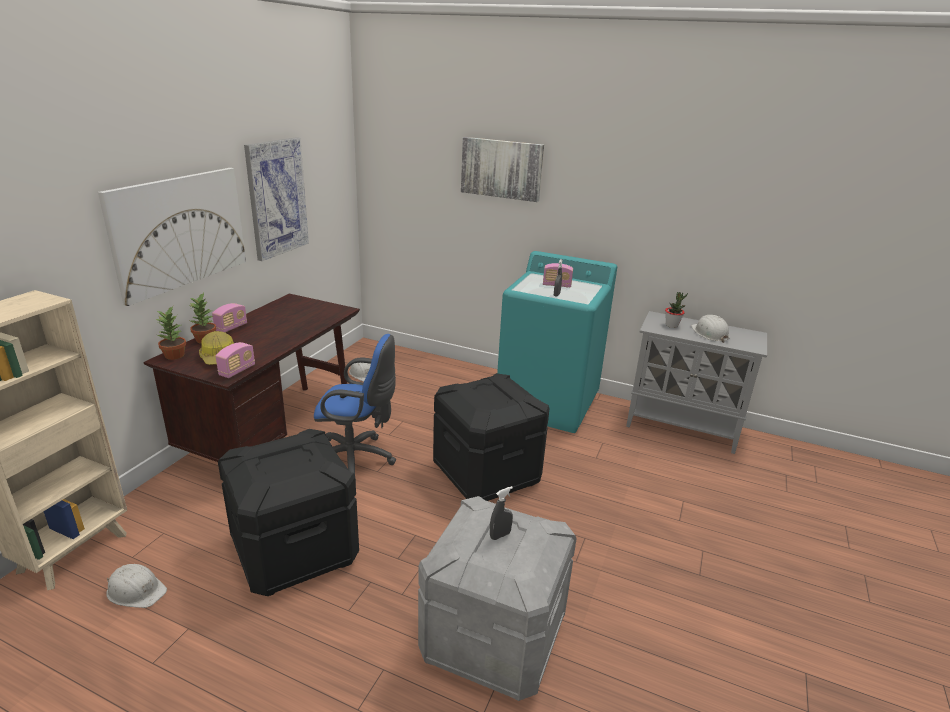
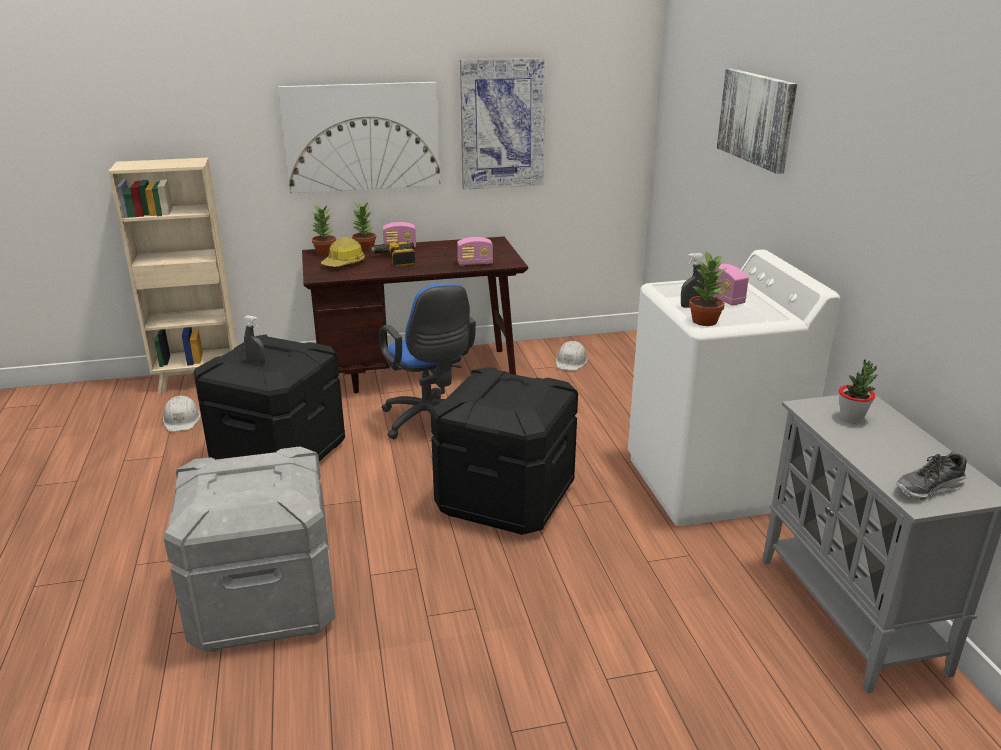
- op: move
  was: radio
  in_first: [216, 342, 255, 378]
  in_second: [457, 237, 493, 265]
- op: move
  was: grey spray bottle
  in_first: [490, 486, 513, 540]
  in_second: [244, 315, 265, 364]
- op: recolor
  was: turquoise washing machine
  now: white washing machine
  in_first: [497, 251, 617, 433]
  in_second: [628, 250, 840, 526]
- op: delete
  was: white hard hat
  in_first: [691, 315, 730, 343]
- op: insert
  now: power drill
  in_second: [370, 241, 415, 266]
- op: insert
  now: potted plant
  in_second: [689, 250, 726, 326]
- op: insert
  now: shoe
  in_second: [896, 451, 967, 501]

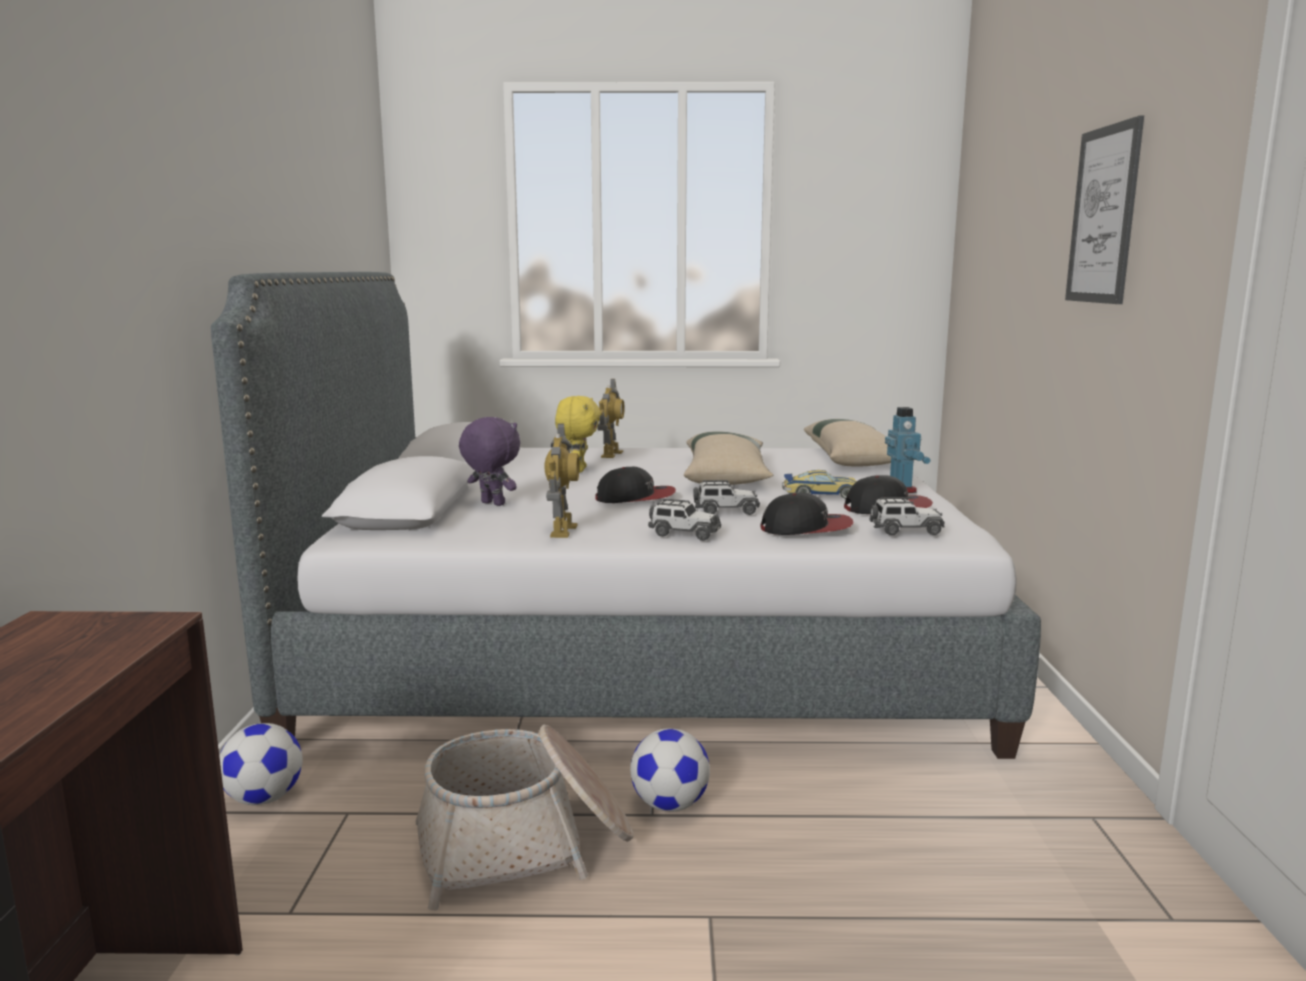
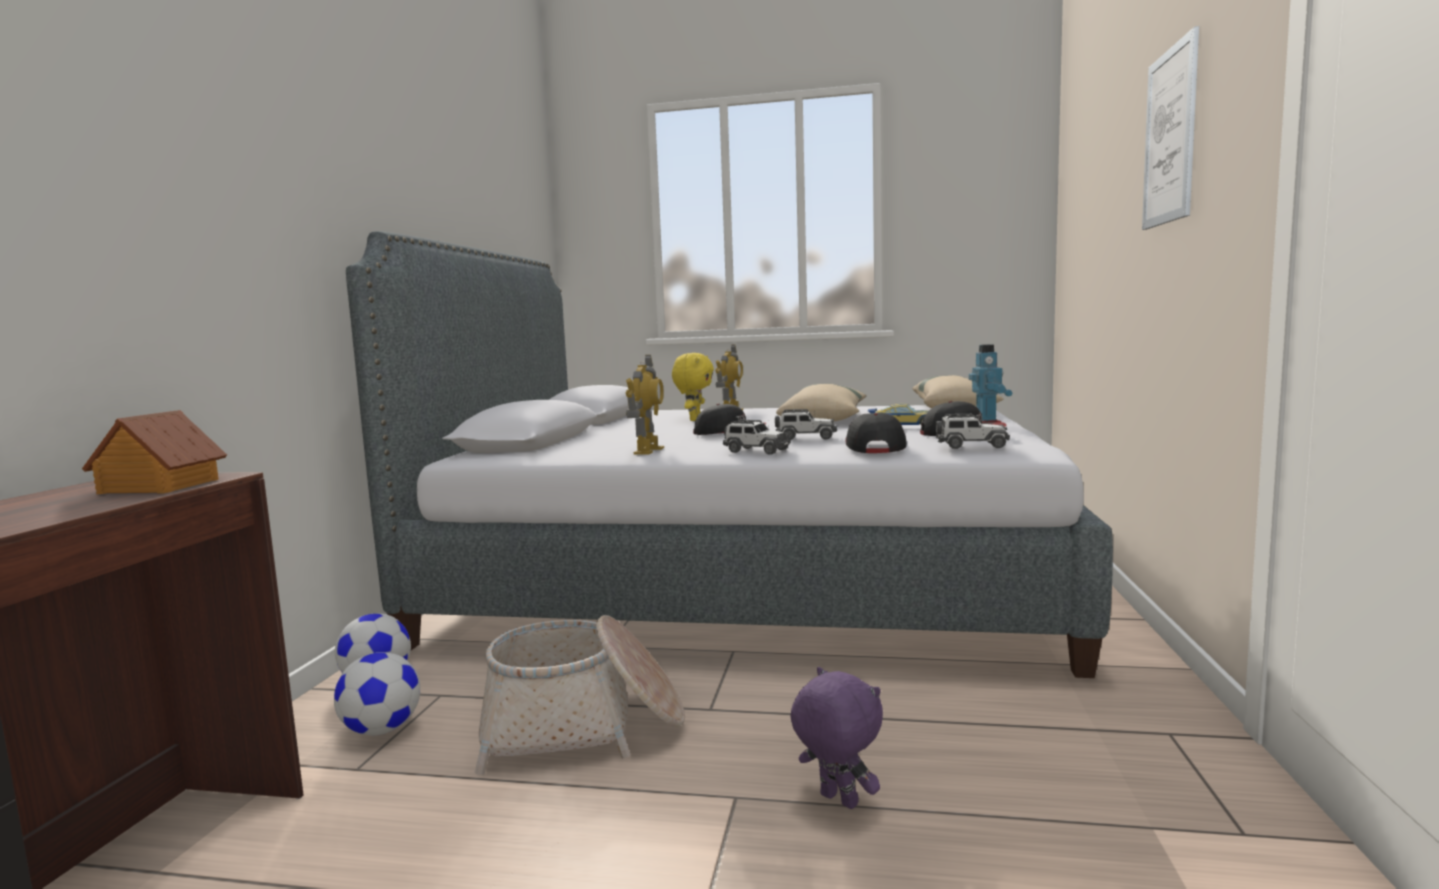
- op: move
  was: purple plush toy
  in_first: [459, 417, 520, 506]
  in_second: [791, 667, 883, 809]
- op: move
  was: football
  in_first: [630, 729, 710, 811]
  in_second: [334, 652, 420, 736]
- op: rotate
  was: cap
  in_first: [761, 493, 854, 535]
  in_second: [845, 413, 907, 453]
  clockwise: -90
- op: insert
  now: toy house
  in_second: [82, 410, 227, 494]

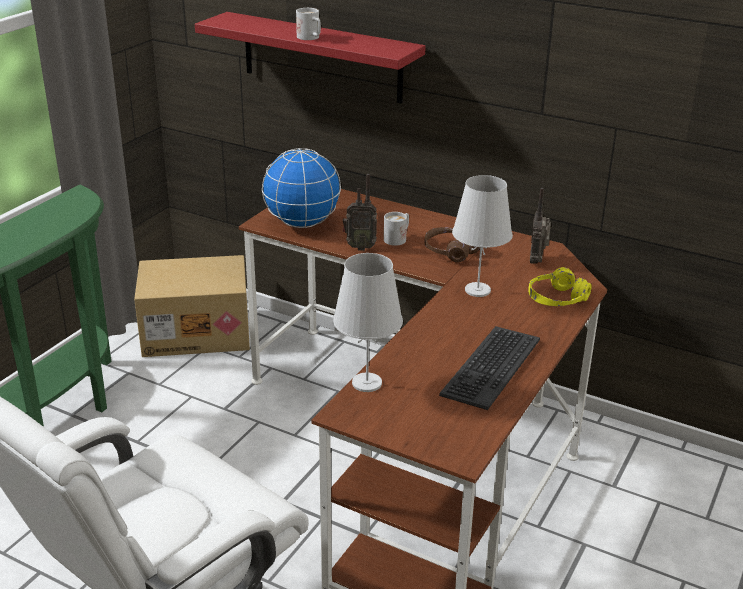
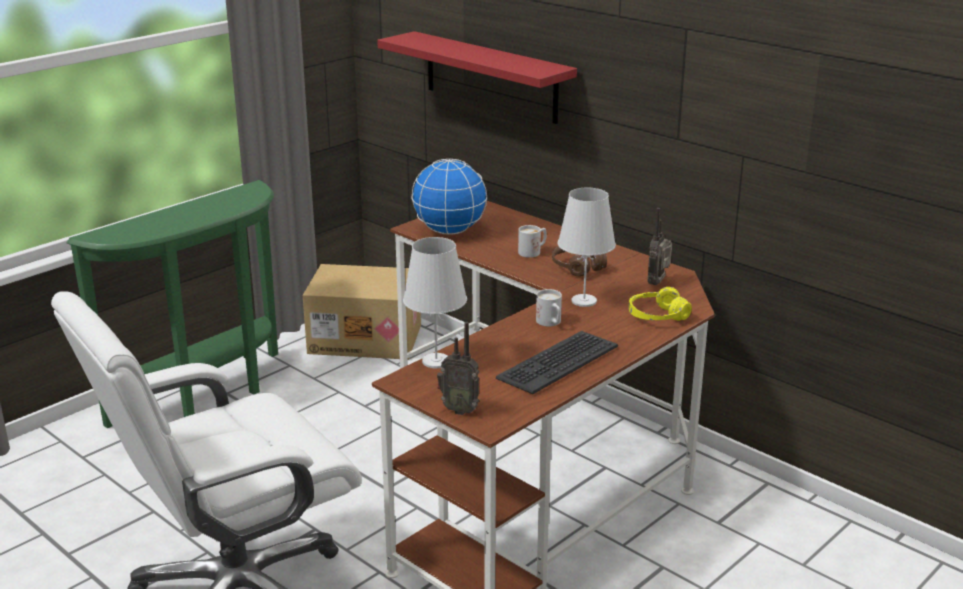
- op: move
  was: white mug
  in_first: [296, 8, 321, 40]
  in_second: [536, 289, 562, 326]
- op: move
  was: radio
  in_first: [343, 174, 377, 251]
  in_second: [437, 322, 479, 415]

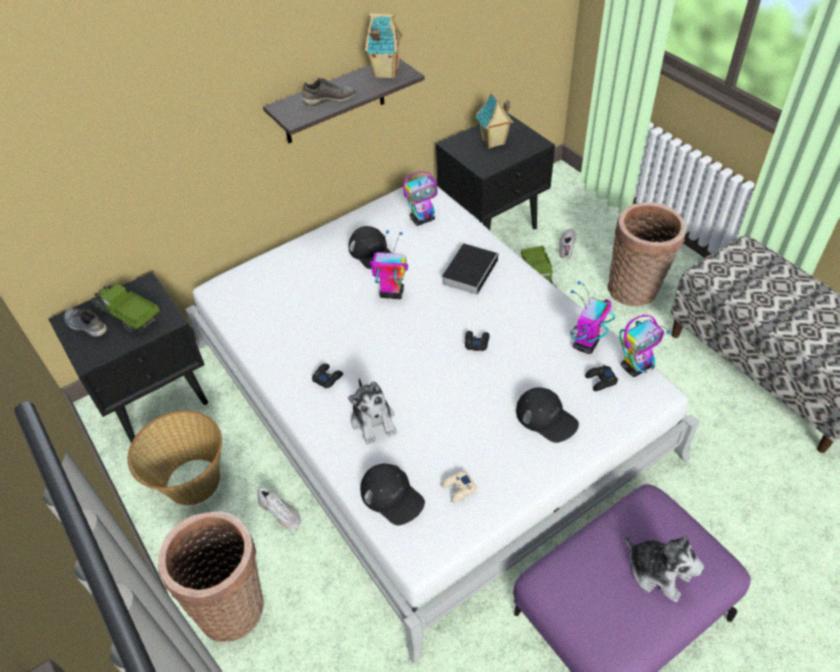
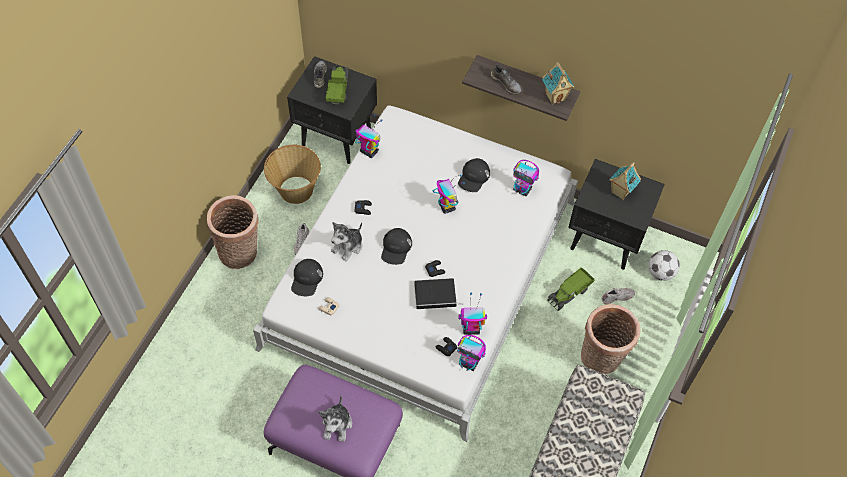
- op: move
  was: book
  in_first: [442, 244, 499, 295]
  in_second: [414, 278, 464, 309]
- op: move
  was: black cap
  in_first: [516, 388, 579, 443]
  in_second: [381, 228, 412, 265]
- op: insert
  now: toy robot
  in_second: [355, 115, 382, 158]
- op: insert
  now: football
  in_second: [648, 250, 680, 281]

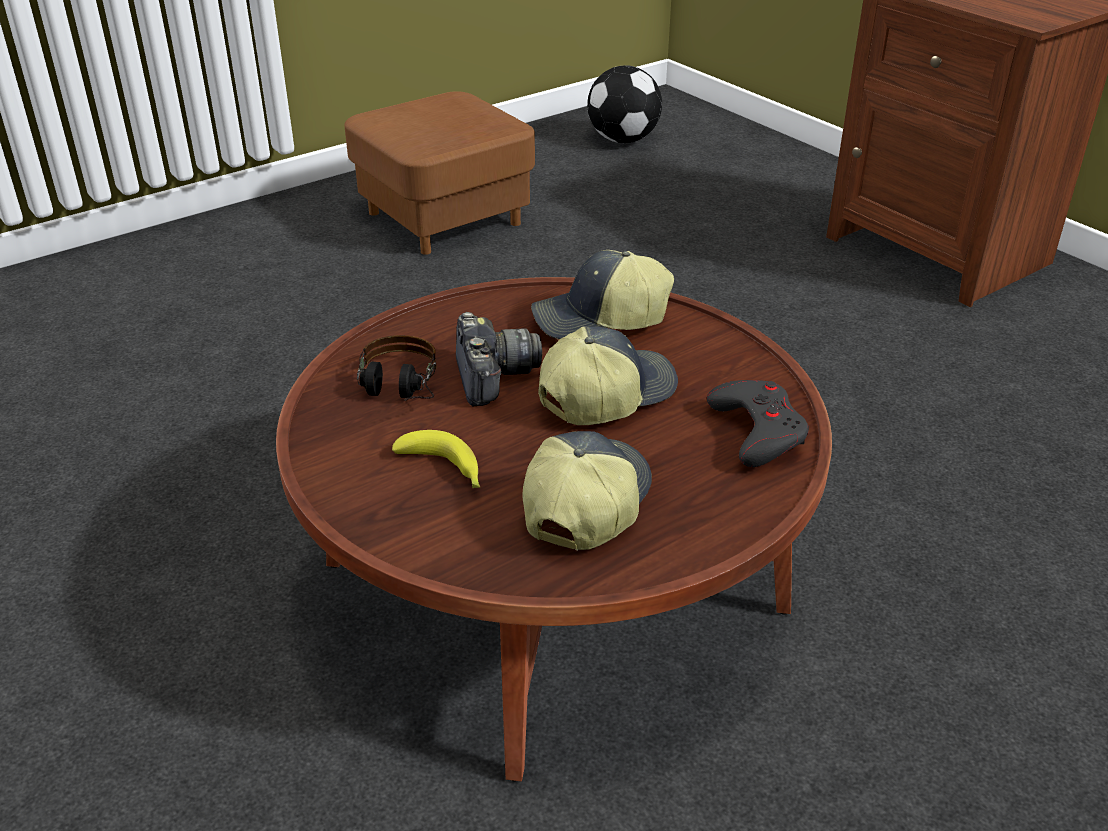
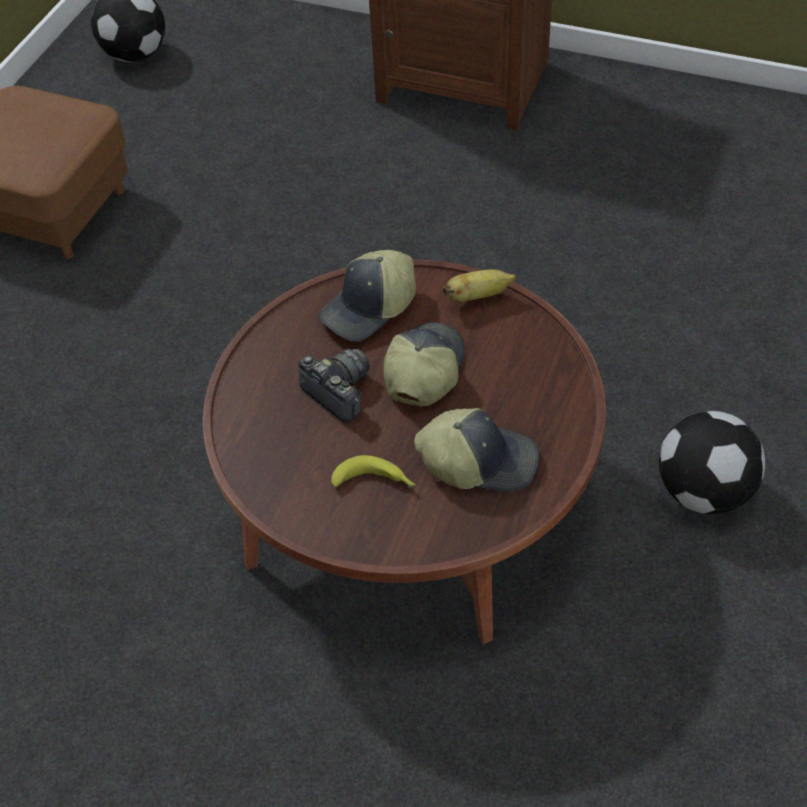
- op: delete
  was: headphones
  in_first: [357, 335, 437, 401]
- op: rotate
  was: cap
  in_first: [523, 431, 652, 551]
  in_second: [414, 408, 539, 491]
  clockwise: 105
- op: delete
  was: grey game controller
  in_first: [707, 380, 809, 467]
- op: insert
  now: banana
  in_second: [443, 269, 516, 302]
- op: insert
  now: football
  in_second: [659, 411, 765, 514]

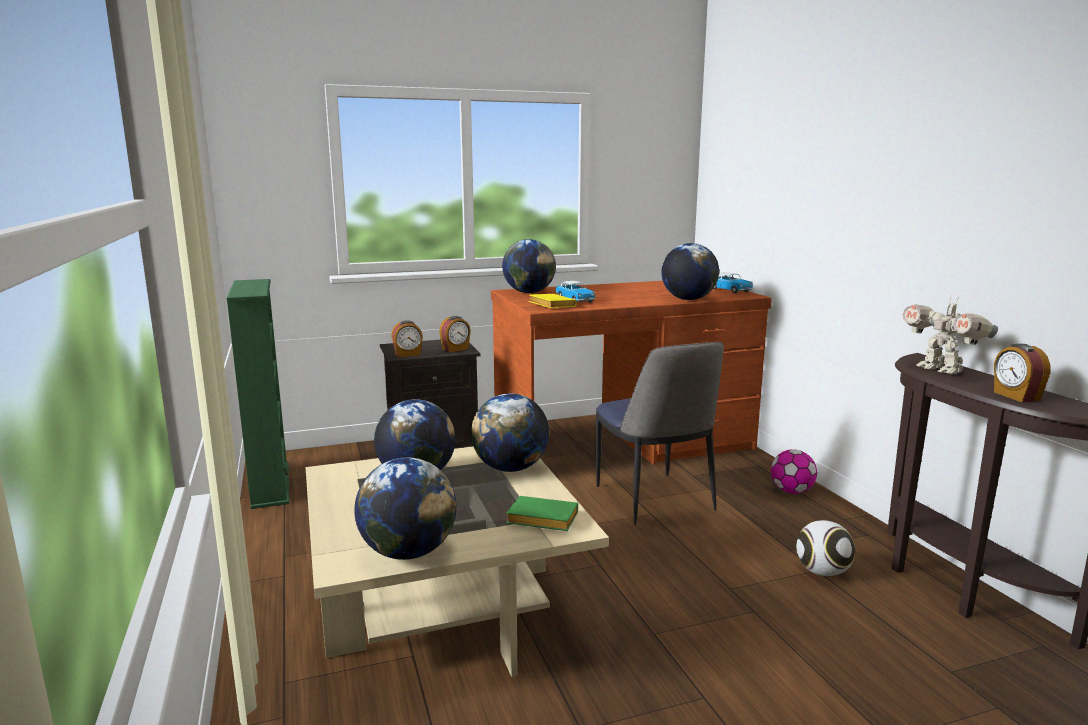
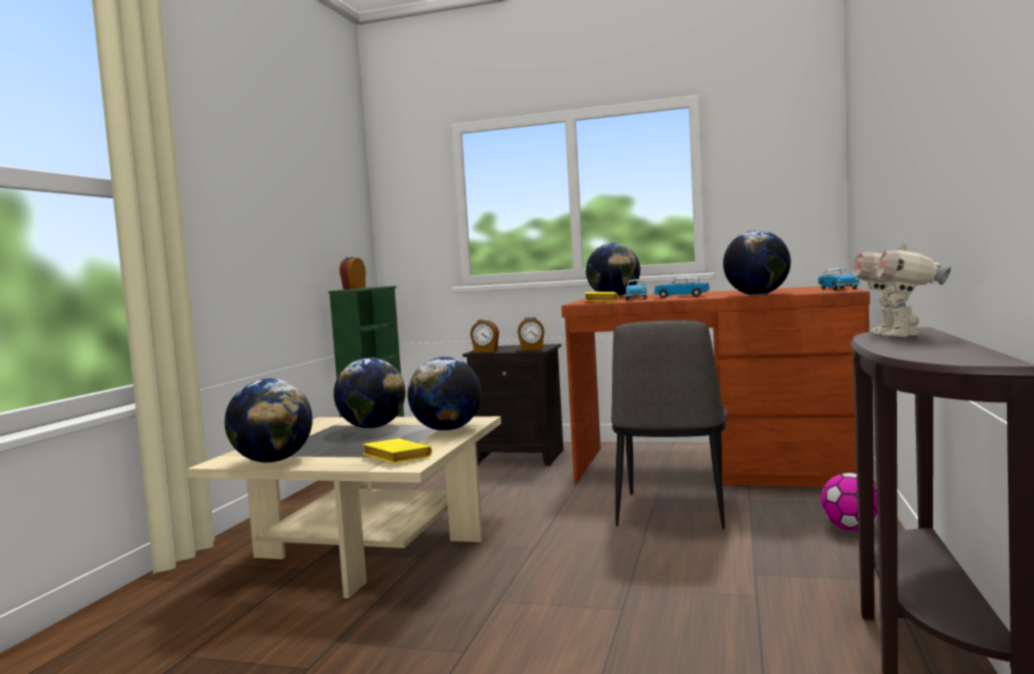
- op: recolor
  was: green book
  now: yellow book
  in_first: [506, 496, 578, 531]
  in_second: [363, 438, 432, 463]
- op: delete
  was: football
  in_first: [796, 520, 855, 577]
- op: move
  was: alarm clock
  in_first: [994, 344, 1050, 402]
  in_second: [339, 257, 366, 289]
- op: insert
  now: toy car
  in_second: [654, 277, 710, 298]

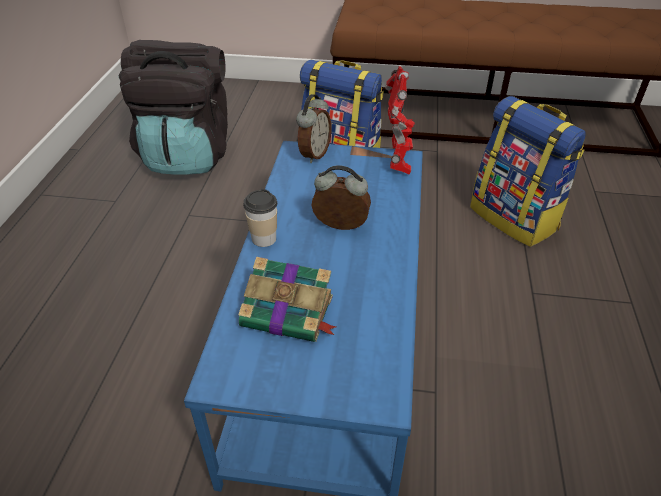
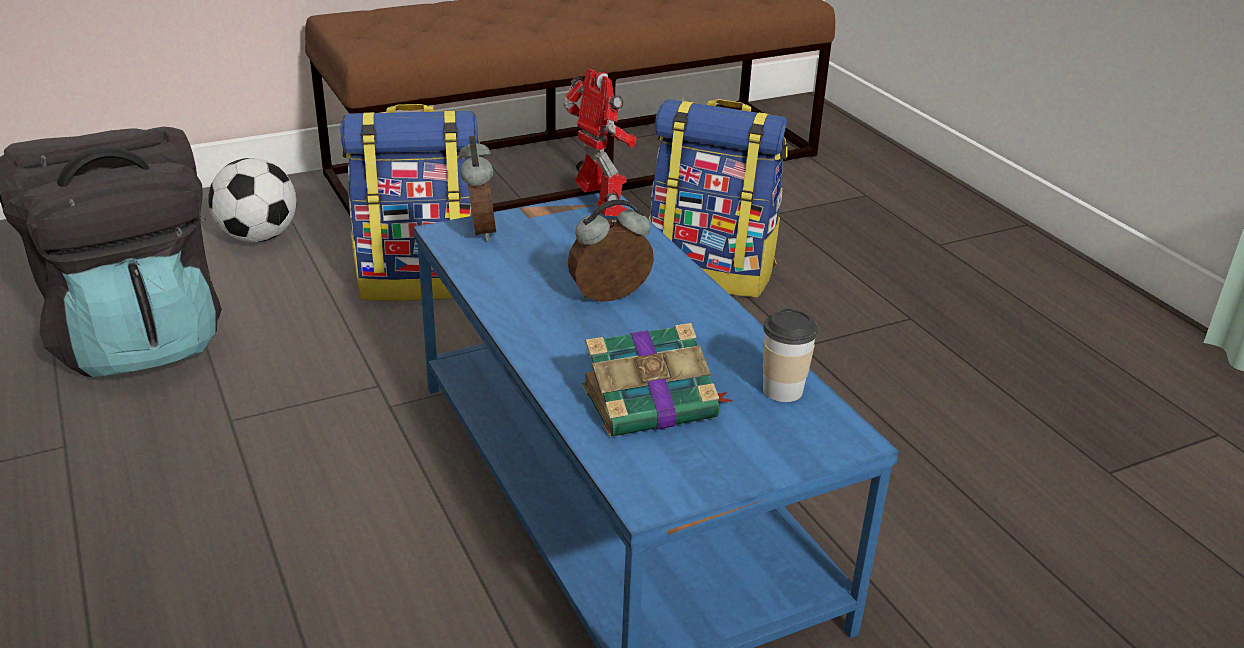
- op: move
  was: cup
  in_first: [243, 189, 277, 247]
  in_second: [763, 307, 818, 402]
- op: insert
  now: football
  in_second: [209, 158, 297, 242]

